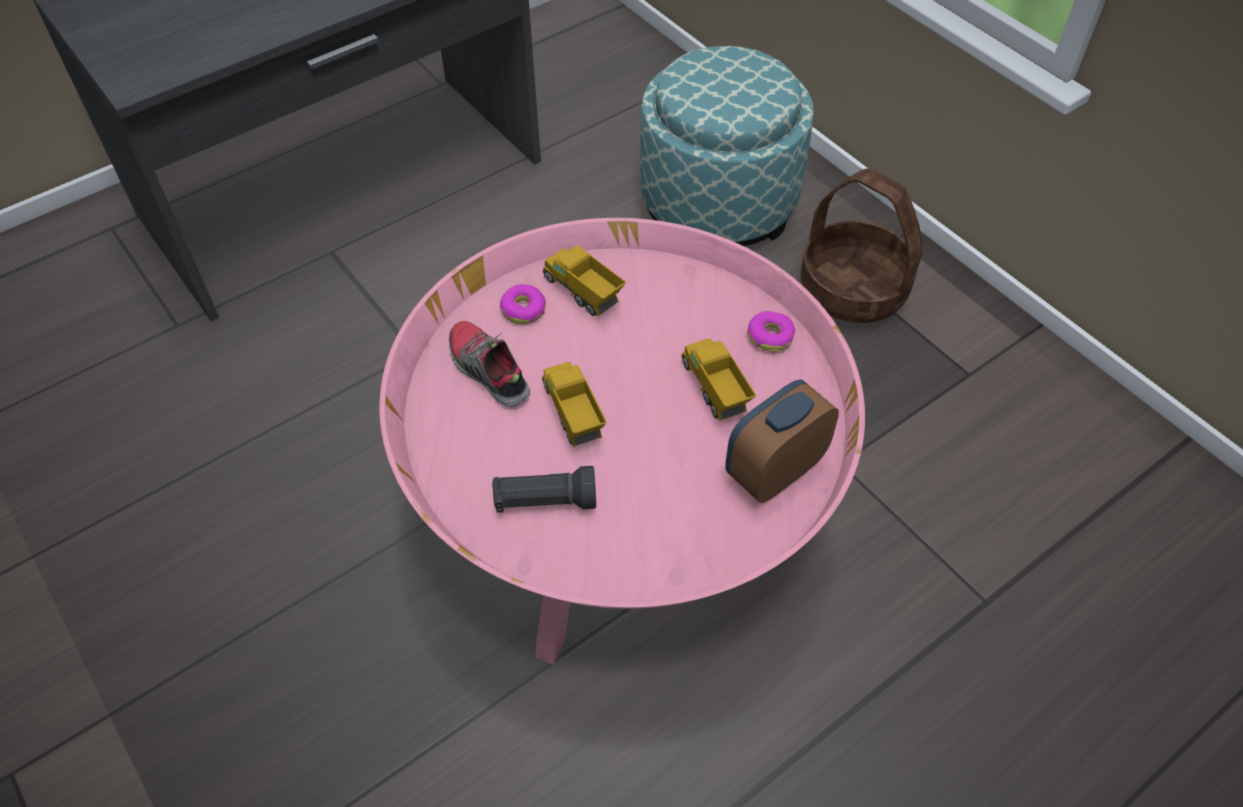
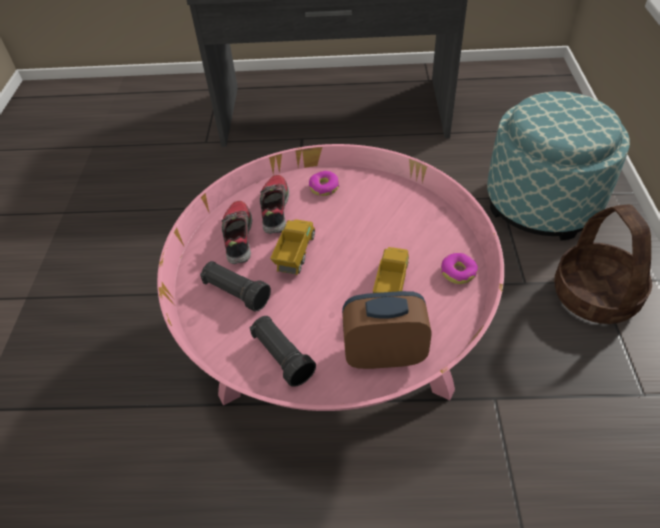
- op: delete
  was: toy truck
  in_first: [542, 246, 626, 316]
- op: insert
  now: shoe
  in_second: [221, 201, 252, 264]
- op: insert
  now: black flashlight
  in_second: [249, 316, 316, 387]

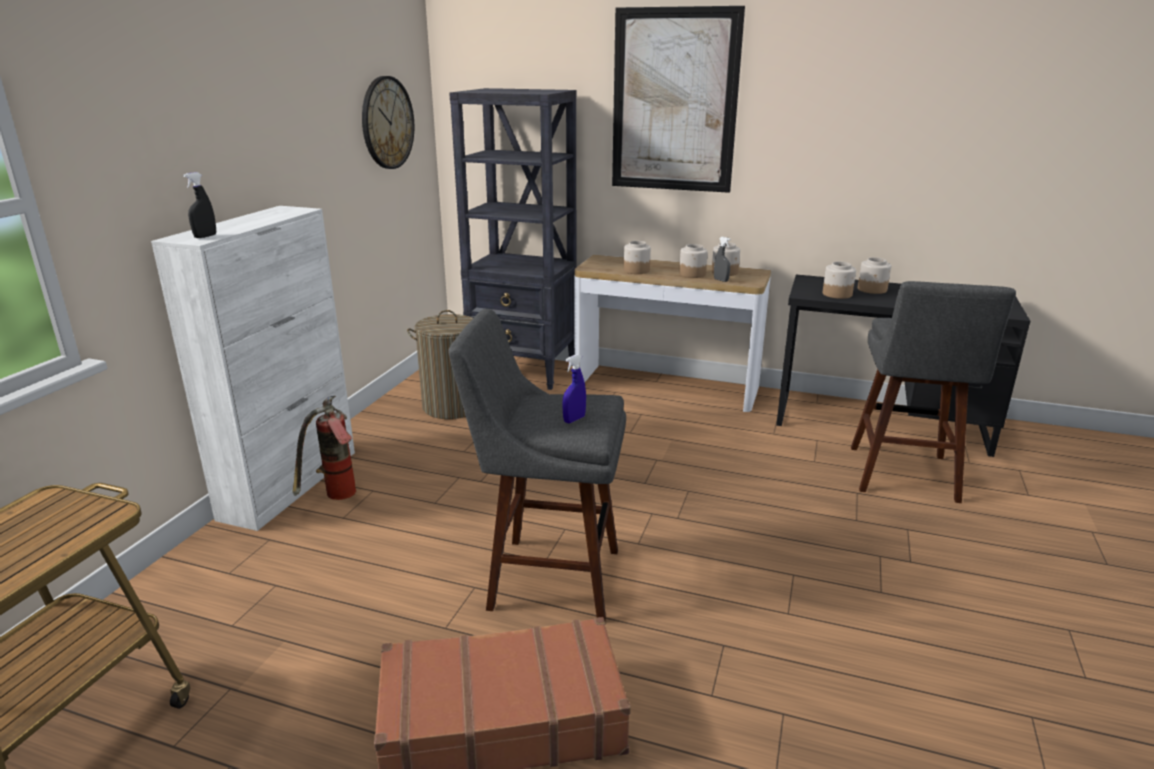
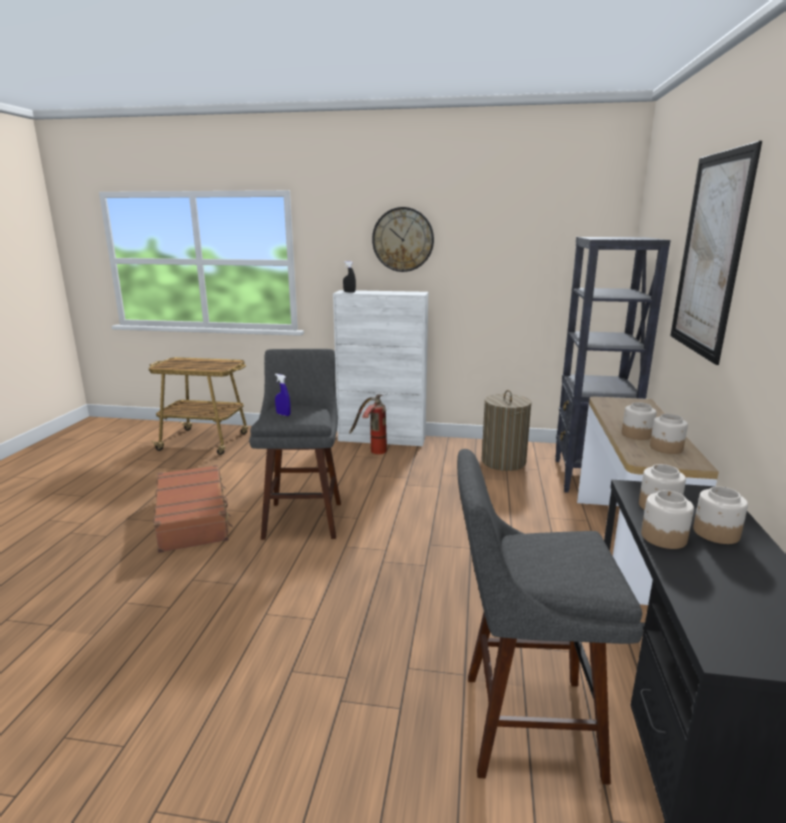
- op: move
  was: wall clock
  in_first: [362, 76, 414, 169]
  in_second: [372, 207, 434, 272]
- op: move
  was: jar
  in_first: [624, 241, 651, 274]
  in_second: [641, 490, 694, 549]
- op: delete
  was: grey spray bottle
  in_first: [714, 237, 731, 282]

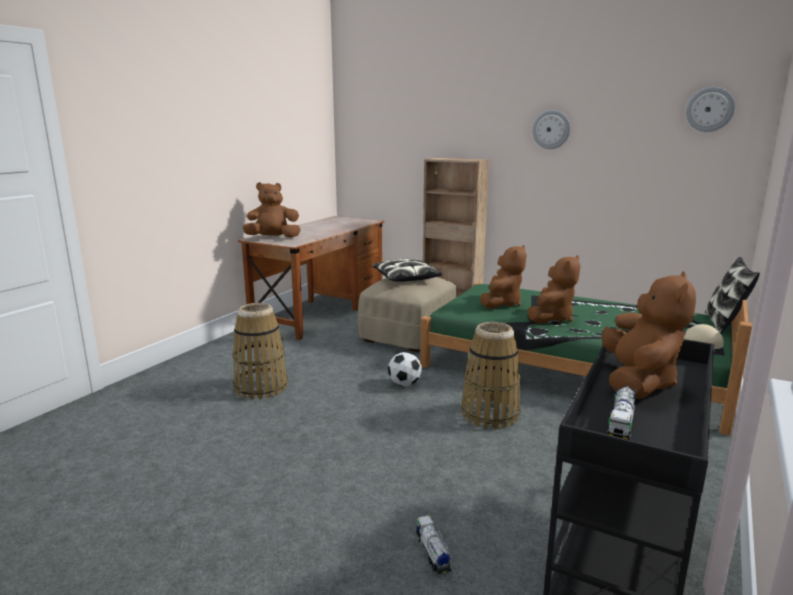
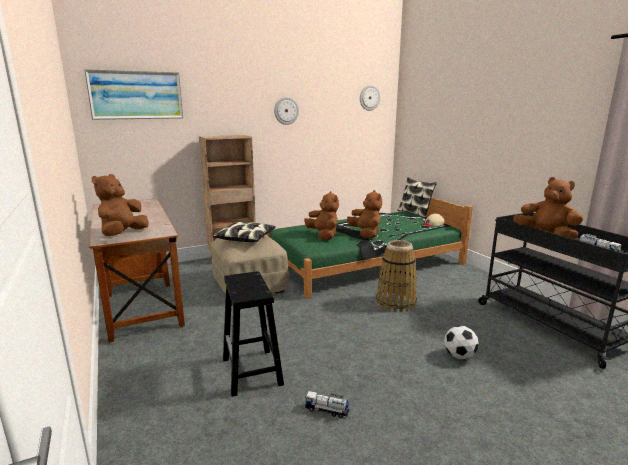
- op: replace
  was: basket
  now: black stool
  in_first: [232, 303, 288, 400]
  in_second: [223, 271, 284, 397]
- op: move
  was: football
  in_first: [388, 352, 422, 387]
  in_second: [444, 326, 479, 359]
- op: move
  was: toy truck
  in_first: [416, 515, 451, 574]
  in_second: [305, 391, 350, 418]
- op: insert
  now: picture
  in_second: [84, 69, 183, 120]

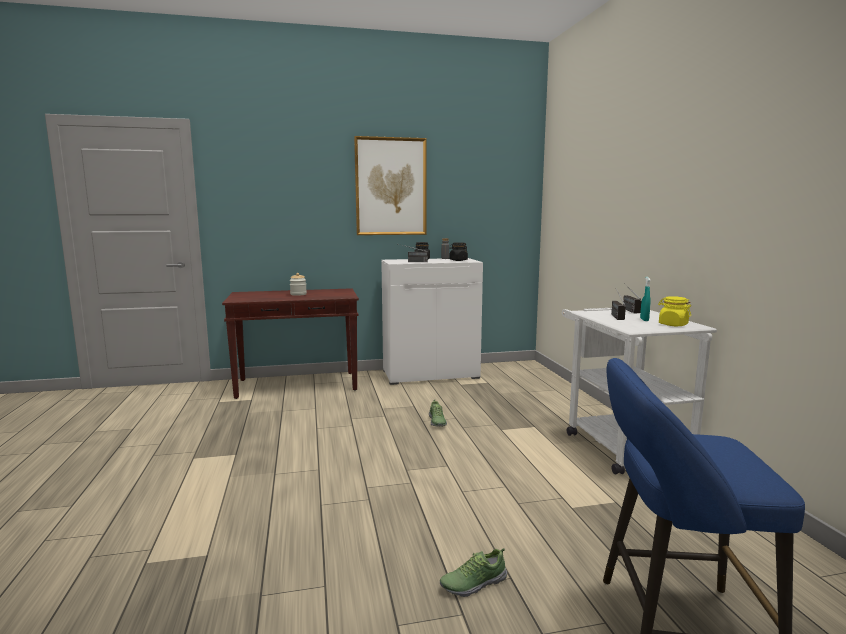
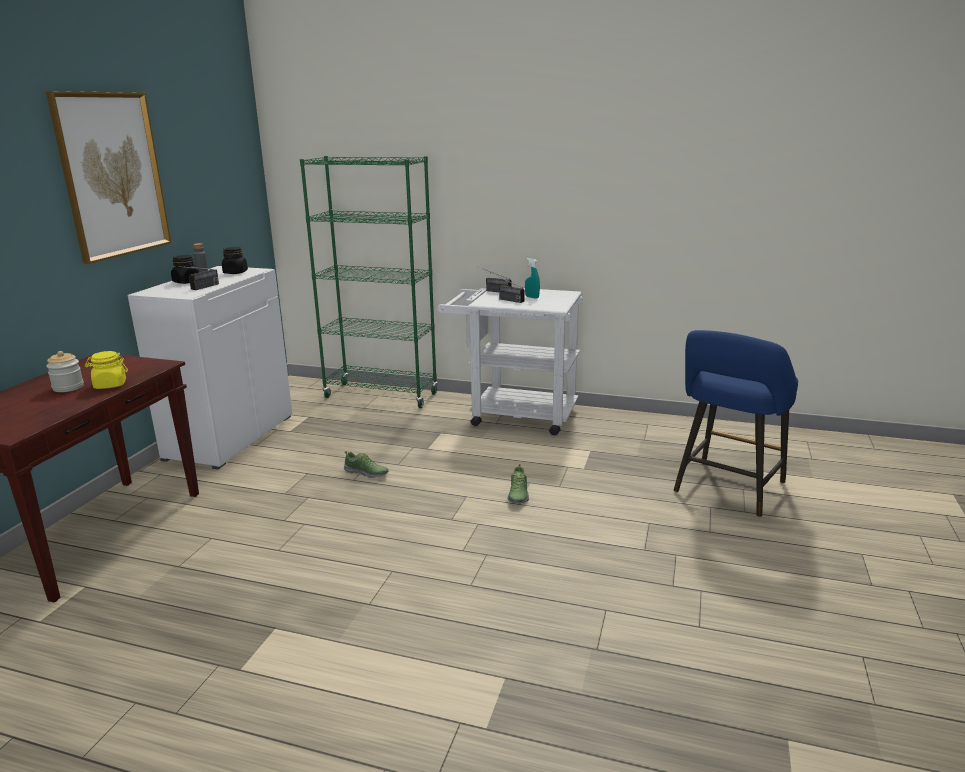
- op: move
  was: shoe
  in_first: [440, 548, 507, 597]
  in_second: [508, 464, 529, 504]
- op: move
  was: yellow jar
  in_first: [658, 296, 691, 326]
  in_second: [85, 351, 128, 389]
- op: insert
  now: green bookcase
  in_second: [300, 156, 438, 408]

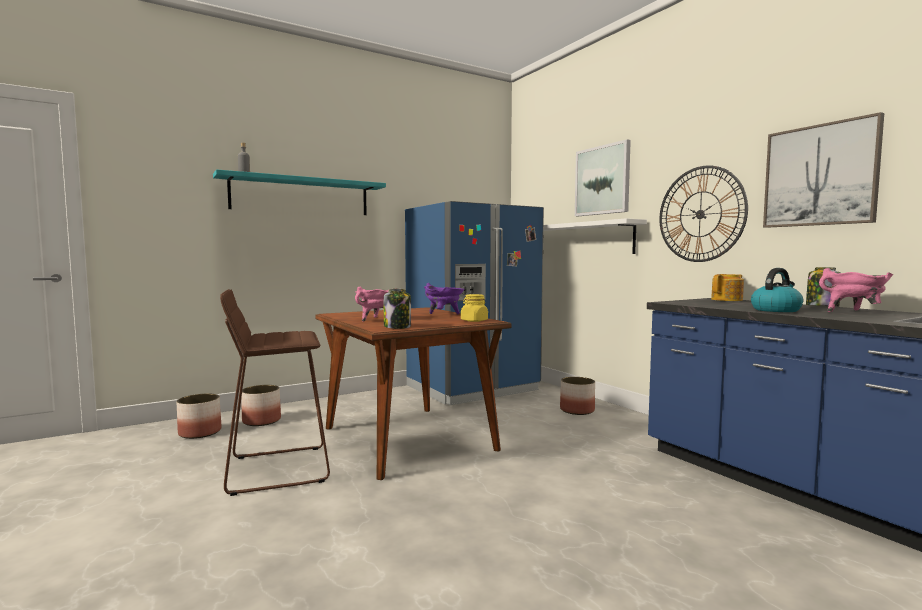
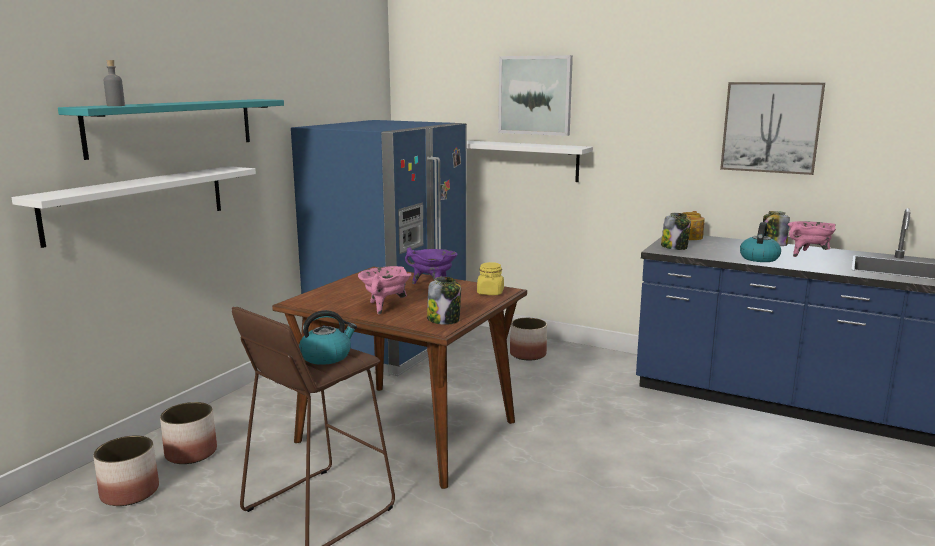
- op: delete
  was: wall clock
  in_first: [660, 165, 748, 262]
- op: insert
  now: white shelf
  in_second: [11, 166, 256, 248]
- op: insert
  now: kettle
  in_second: [299, 310, 357, 365]
- op: insert
  now: jar
  in_second: [661, 213, 691, 250]

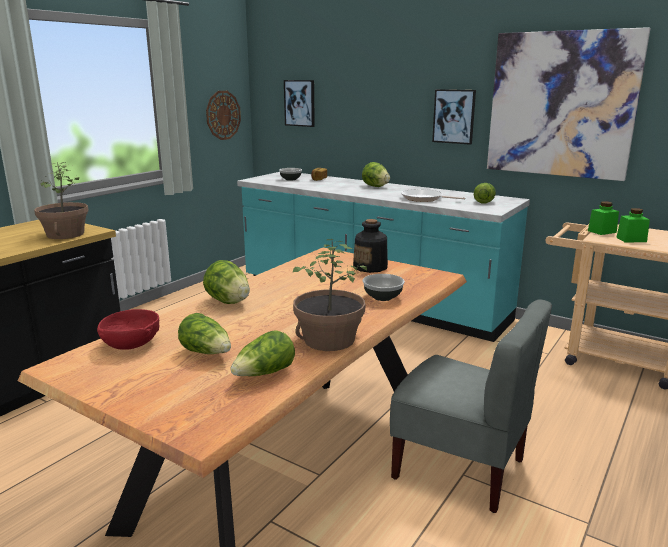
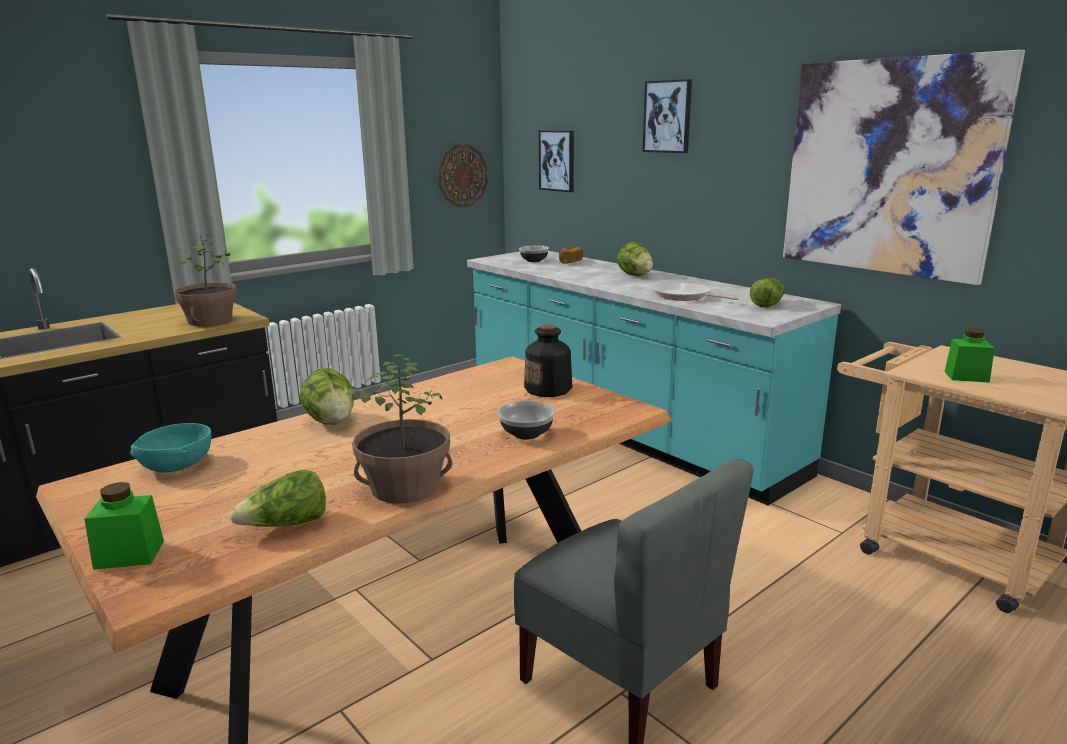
- op: recolor
  was: red bowl
  now: turquoise bowl
  in_first: [97, 309, 160, 350]
  in_second: [130, 423, 211, 473]
- op: delete
  was: lettuce
  in_first: [178, 313, 231, 354]
- op: move
  was: picture
  in_first: [432, 89, 476, 145]
  in_second: [643, 79, 692, 153]
- op: move
  was: green jar
  in_first: [588, 201, 619, 235]
  in_second: [84, 482, 164, 570]

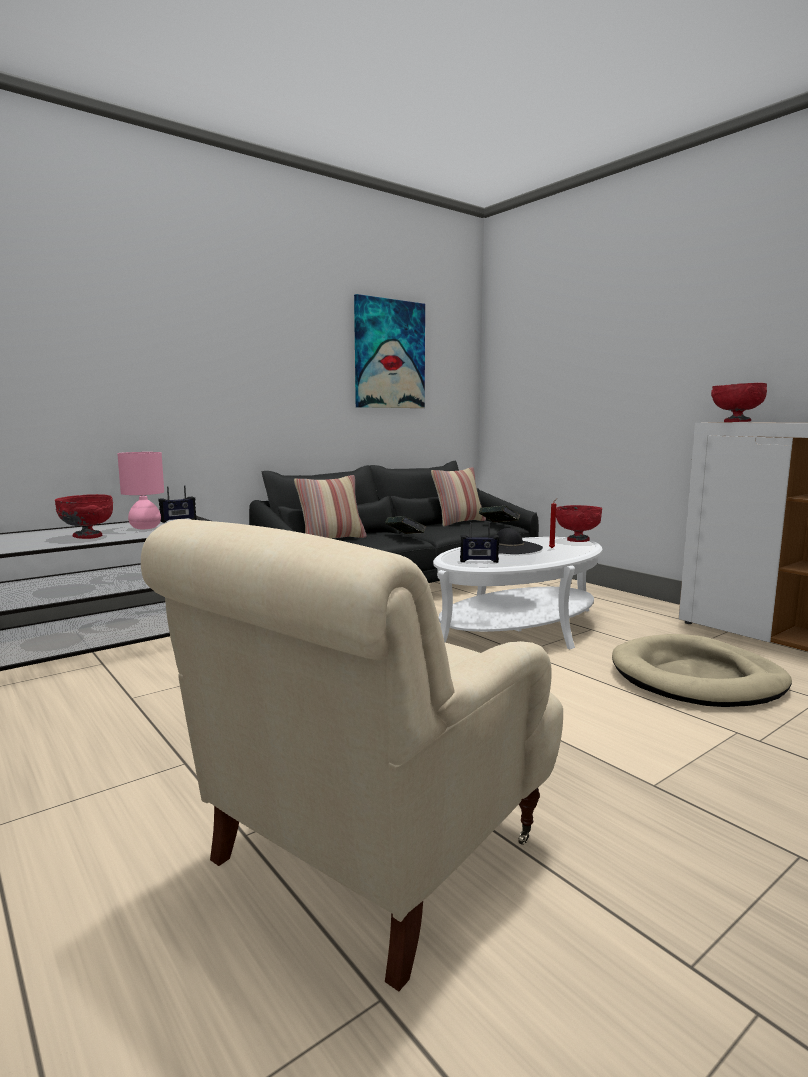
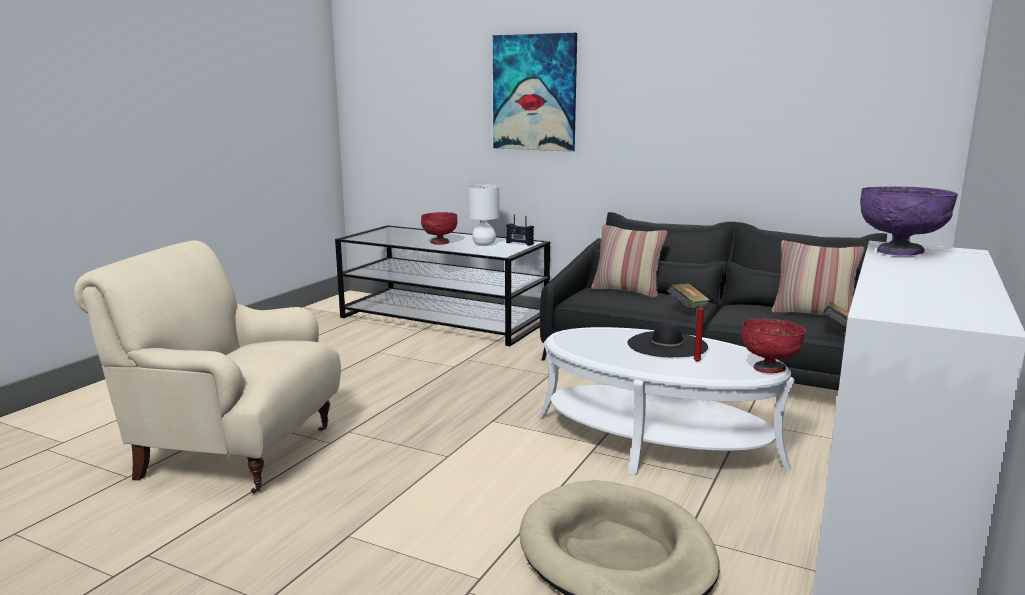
- op: recolor
  was: pink table lamp
  now: white table lamp
  in_first: [117, 452, 164, 529]
  in_second: [468, 184, 499, 246]
- op: move
  was: picture
  in_first: [354, 294, 425, 408]
  in_second: [493, 33, 577, 152]
- op: delete
  was: radio
  in_first: [460, 522, 499, 563]
- op: recolor
  was: red bowl
  now: purple bowl
  in_first: [711, 383, 767, 422]
  in_second: [860, 186, 958, 256]

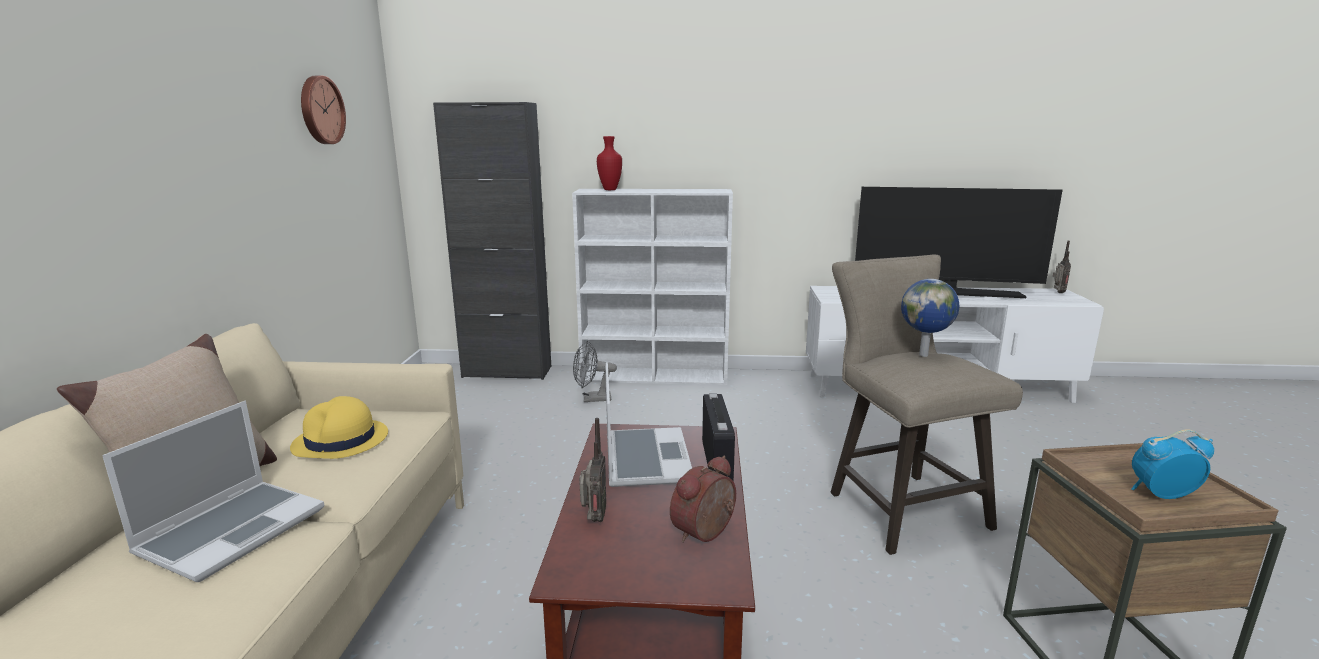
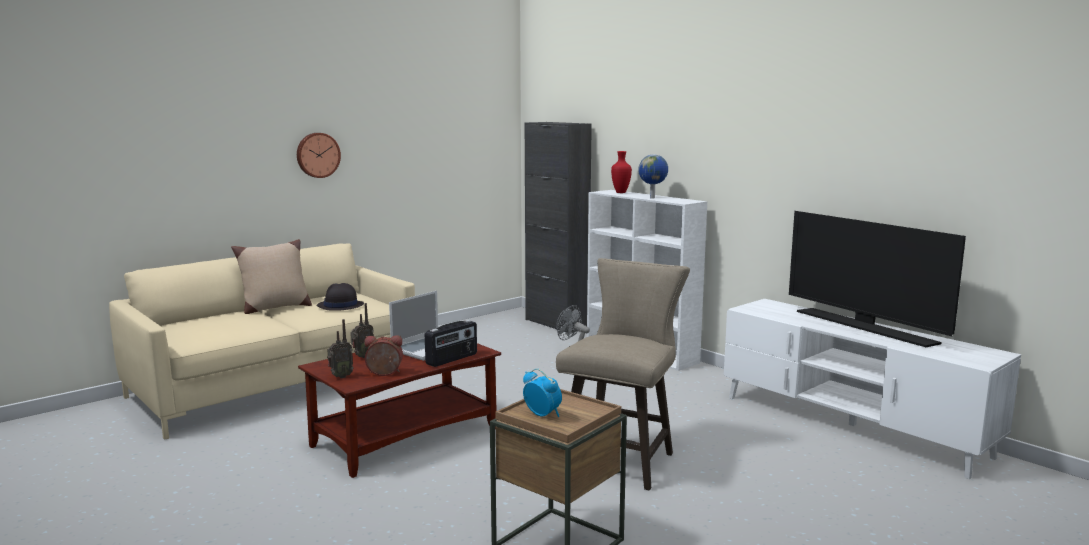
- op: delete
  was: laptop
  in_first: [102, 401, 324, 582]
- op: recolor
  was: yellow hat
  now: black hat
  in_first: [290, 396, 388, 459]
  in_second: [316, 283, 364, 311]
- op: move
  was: wall clock
  in_first: [301, 76, 346, 144]
  in_second: [297, 133, 341, 178]
- op: move
  was: globe
  in_first: [901, 279, 959, 357]
  in_second: [638, 154, 668, 198]
- op: move
  was: radio
  in_first: [1053, 241, 1071, 293]
  in_second: [327, 319, 354, 378]

